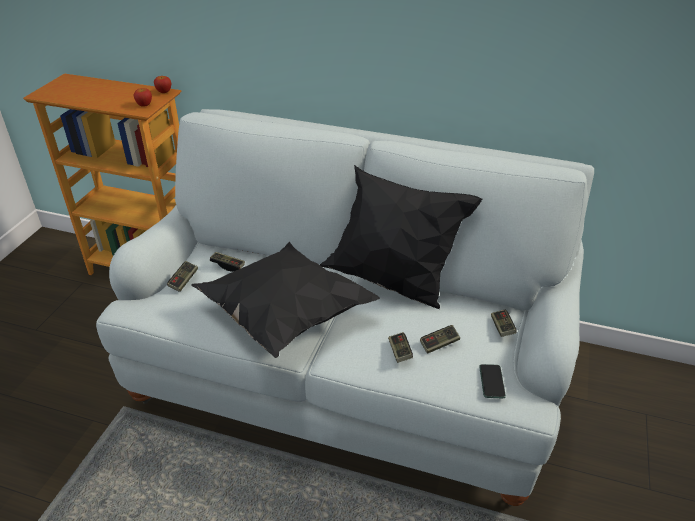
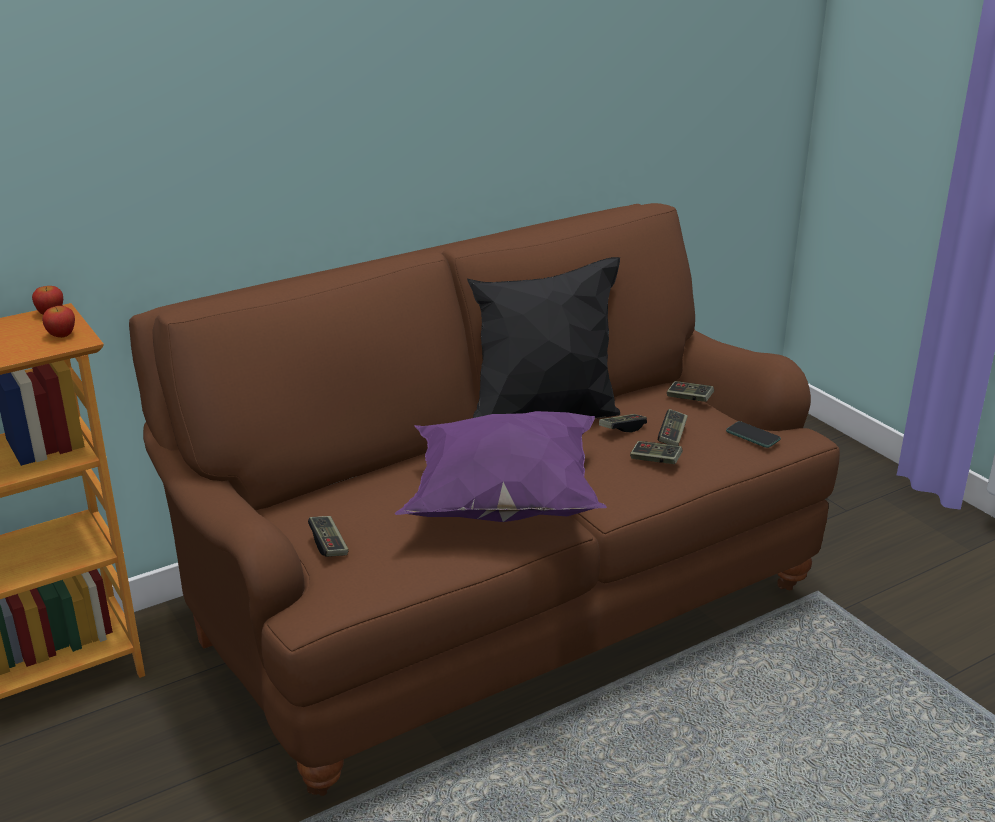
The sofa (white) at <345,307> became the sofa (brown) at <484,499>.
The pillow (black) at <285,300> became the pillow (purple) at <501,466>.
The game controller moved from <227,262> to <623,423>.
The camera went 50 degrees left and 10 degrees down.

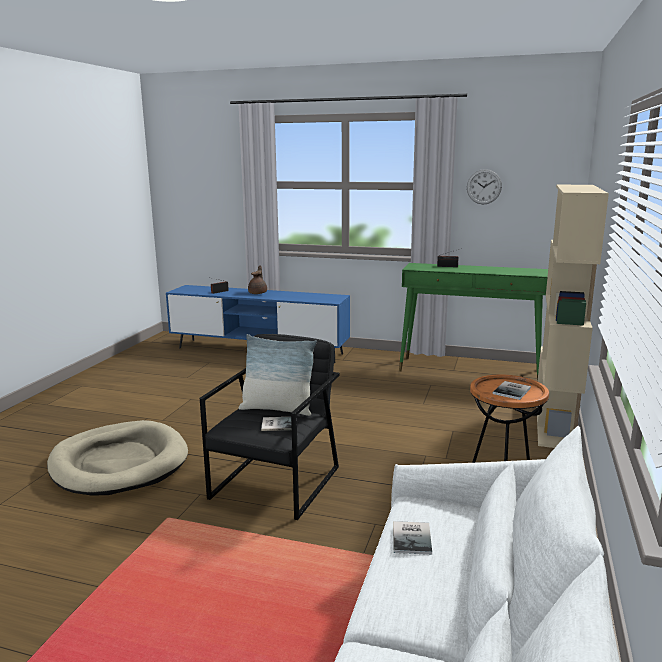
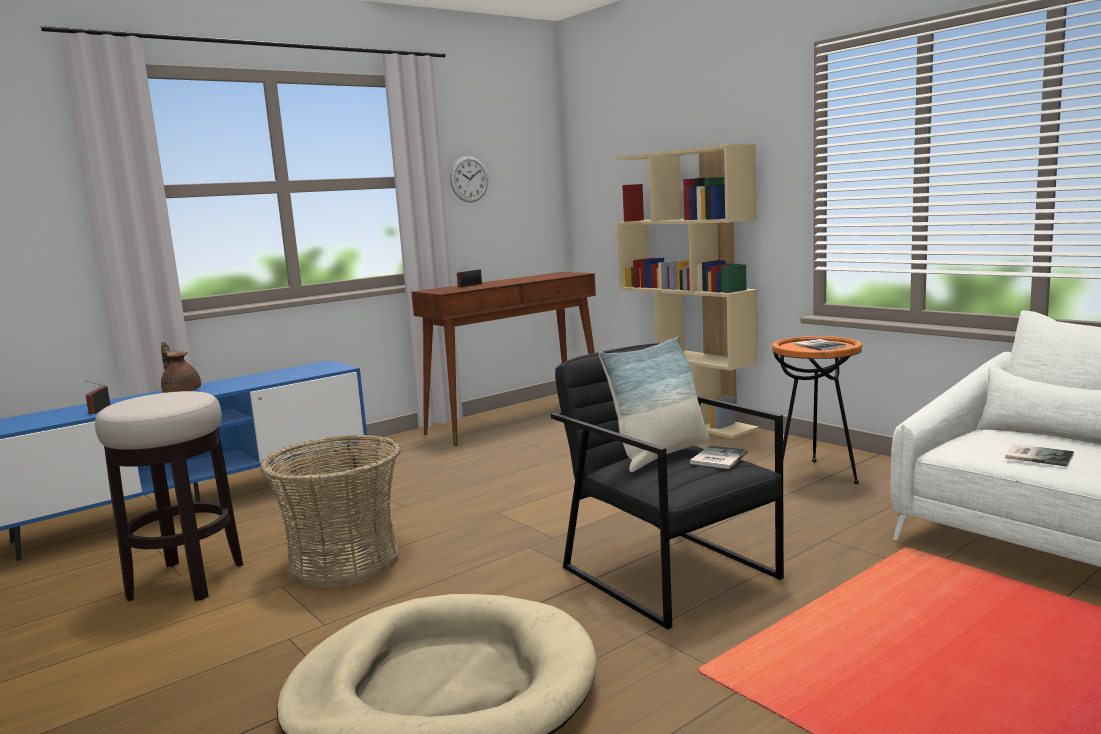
The console table (green) at <473,322> became the console table (brown) at <504,359>.
The stool at <169,496> appeared.
The basket at <330,511> appeared.
The camera went 55 degrees left and 5 degrees down.

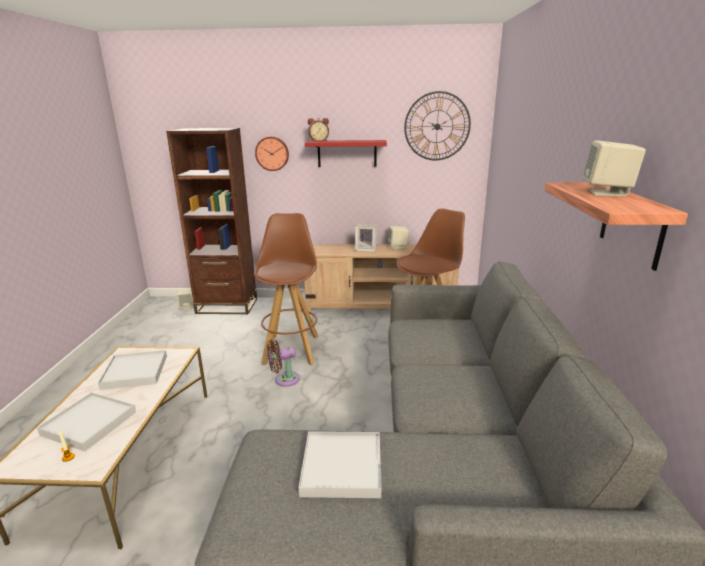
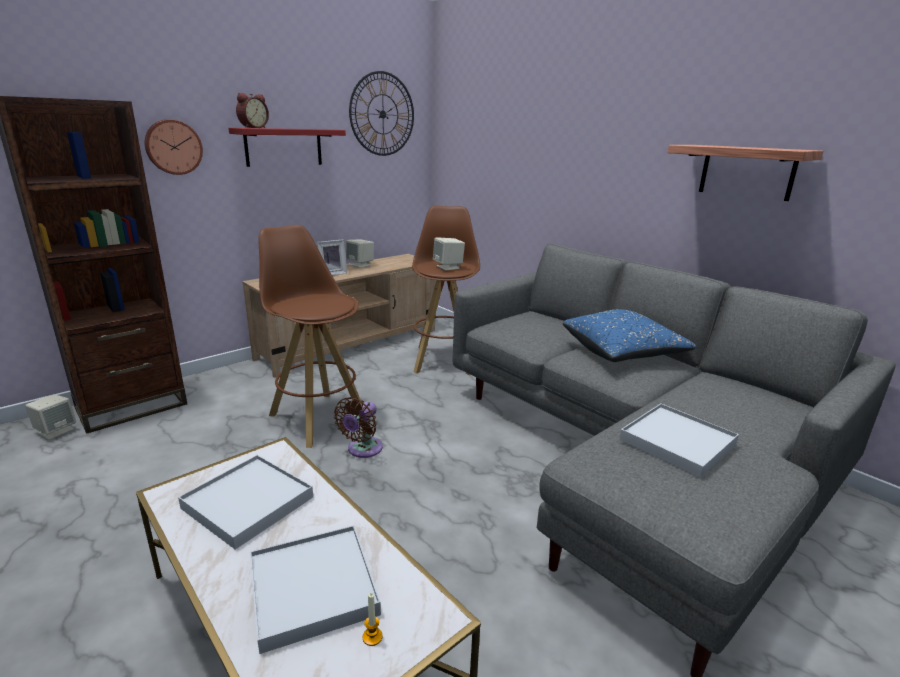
The speaker (beige) moved from <614,168> to <449,254>.
The pillow (blue) at <629,335> appeared.
The camera went 45 degrees left and 0 degrees up.

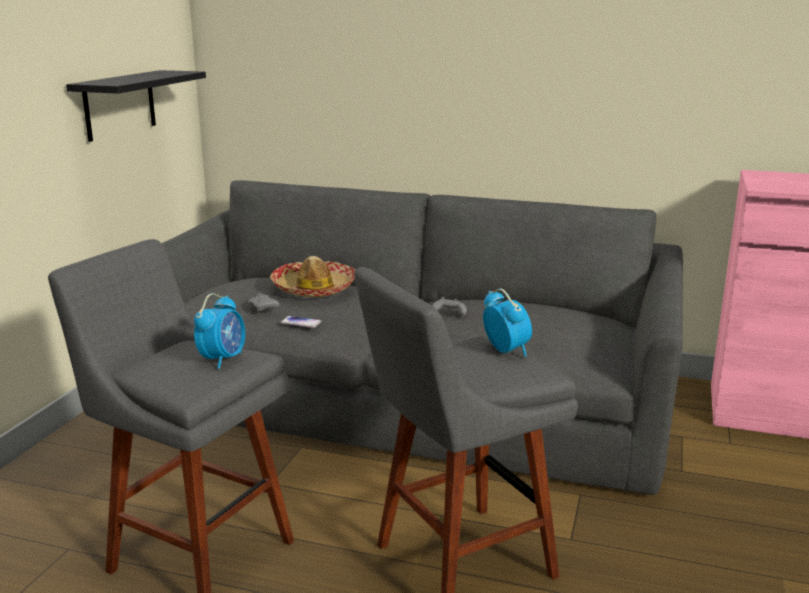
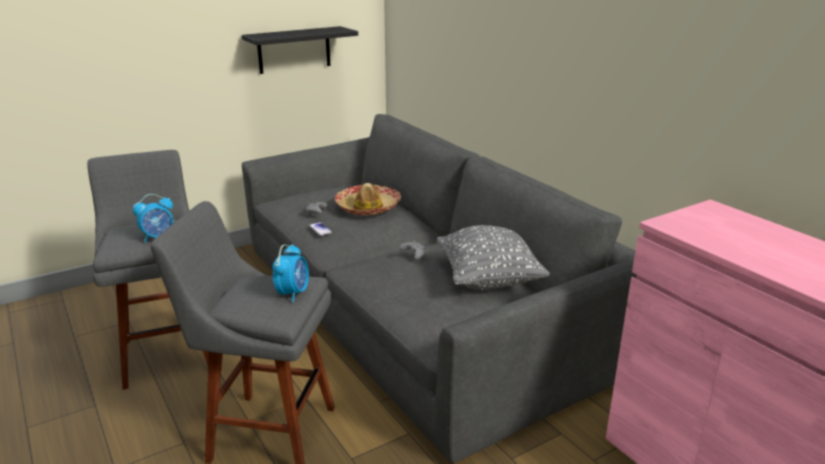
The pillow (grey) at <493,257> appeared.
The camera went 40 degrees right and 5 degrees up.

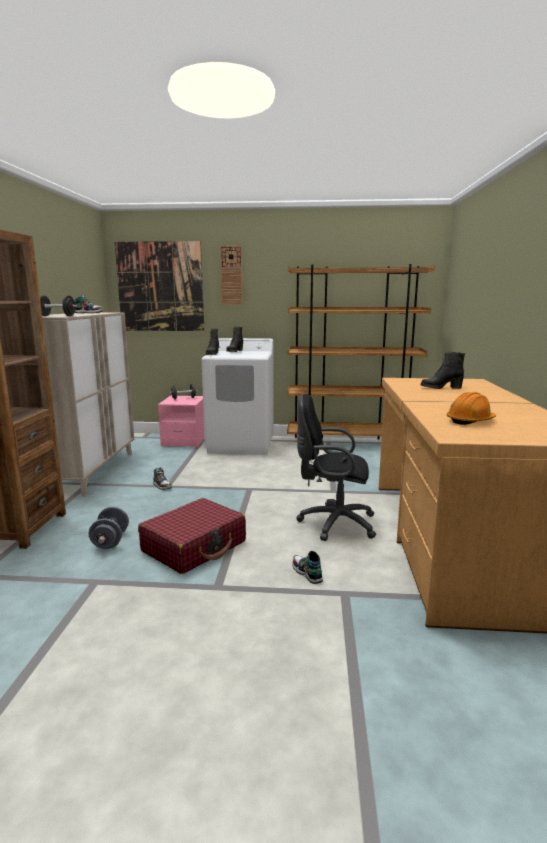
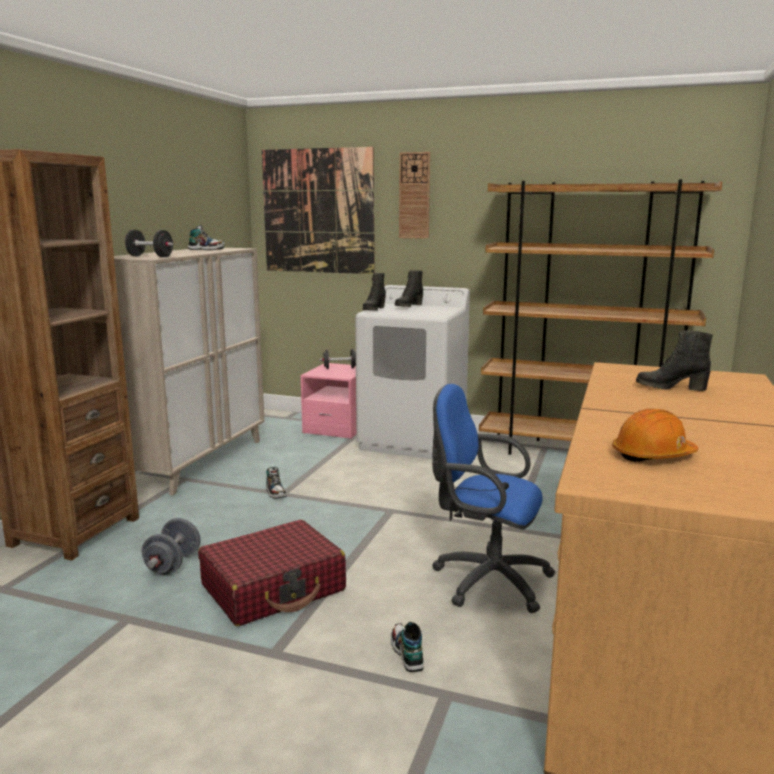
The office chair (black) at <336,467> became the office chair (blue) at <493,498>.
The camera went 15 degrees right and 0 degrees up.

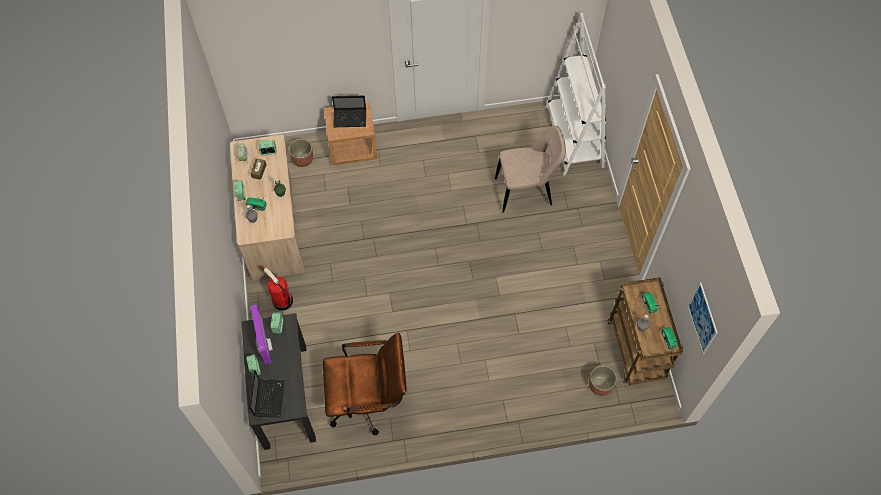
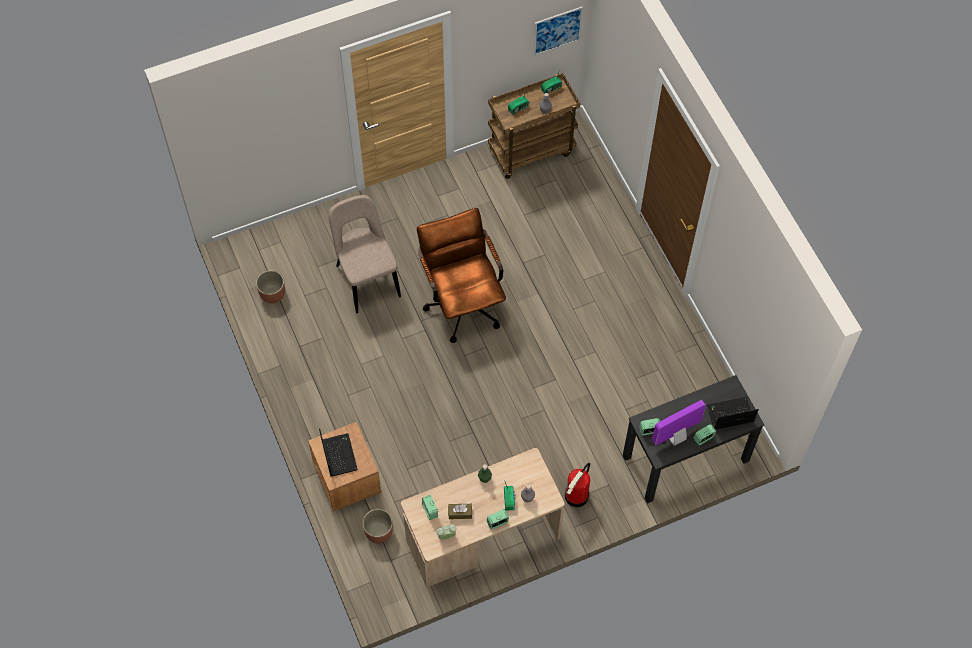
The bookcase (white) at <575,94> disappeared.
The office chair (brown) moved from <365,384> to <461,275>.
The planter moved from <603,380> to <270,287>.
The camera went 105 degrees left and 0 degrees up.

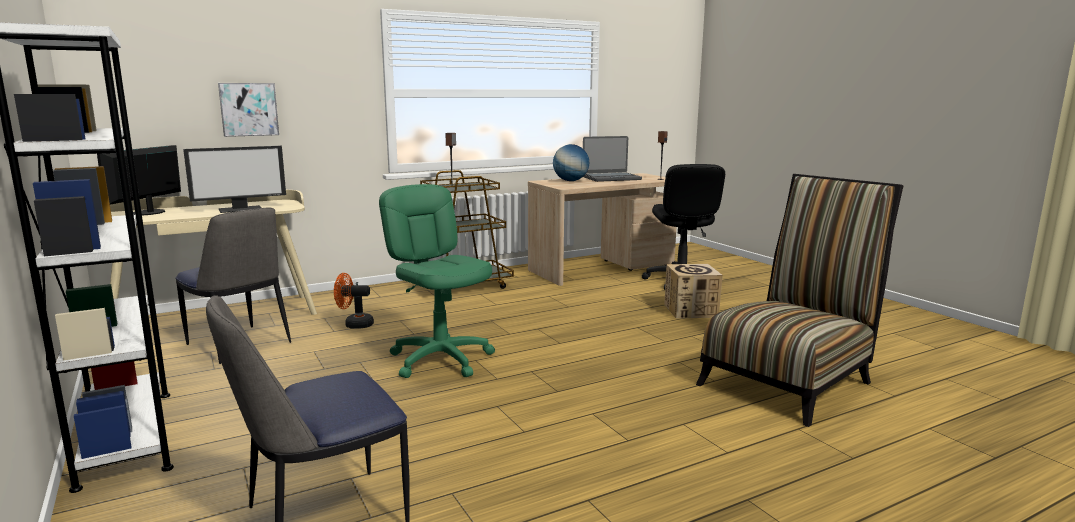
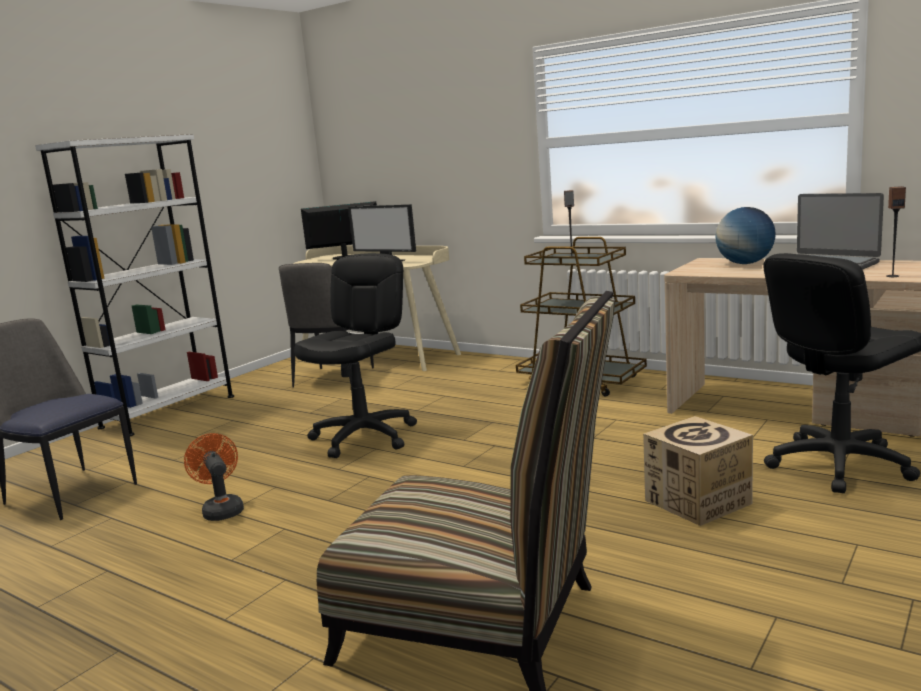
The picture at <248,110> disappeared.
The office chair (green) at <437,281> became the office chair (black) at <355,355>.
The fan (orange) moved from <354,301> to <214,477>.
The camera went 65 degrees right and 0 degrees up.

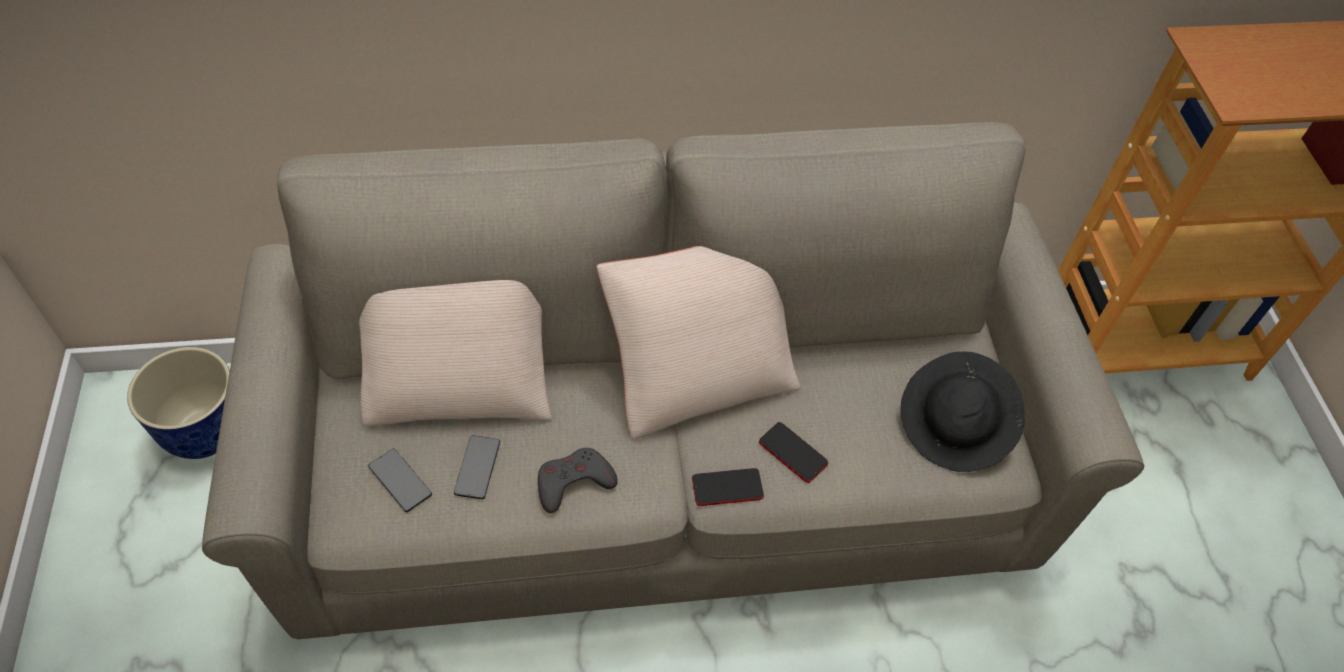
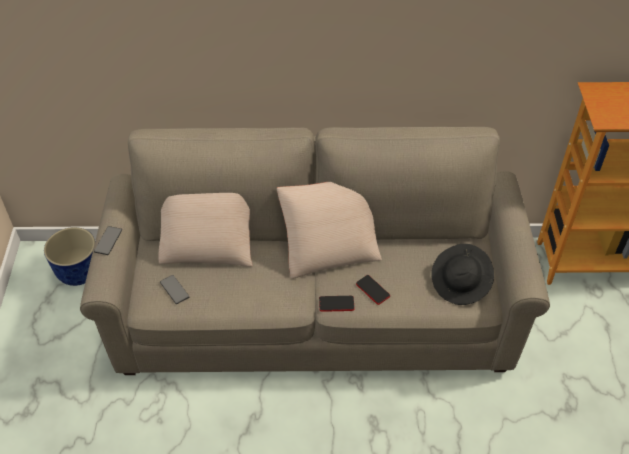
The phone moved from <477,467> to <108,240>.
The game controller (grey) at <578,480> disappeared.
The camera went 10 degrees right and 5 degrees down.

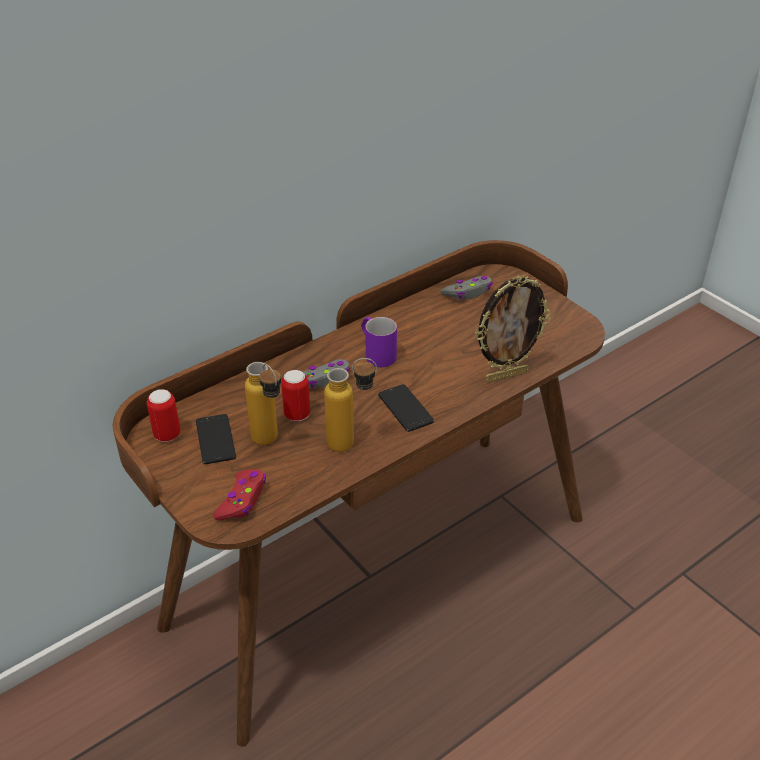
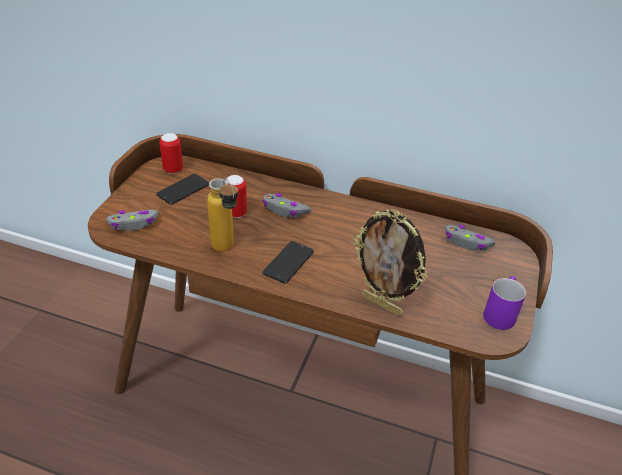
The mug (purple) moved from <379,342> to <504,303>.
The bottle at <263,403> disappeared.
The game controller (red) at <239,494> became the game controller (grey) at <132,220>.
The camera went 55 degrees right and 0 degrees up.

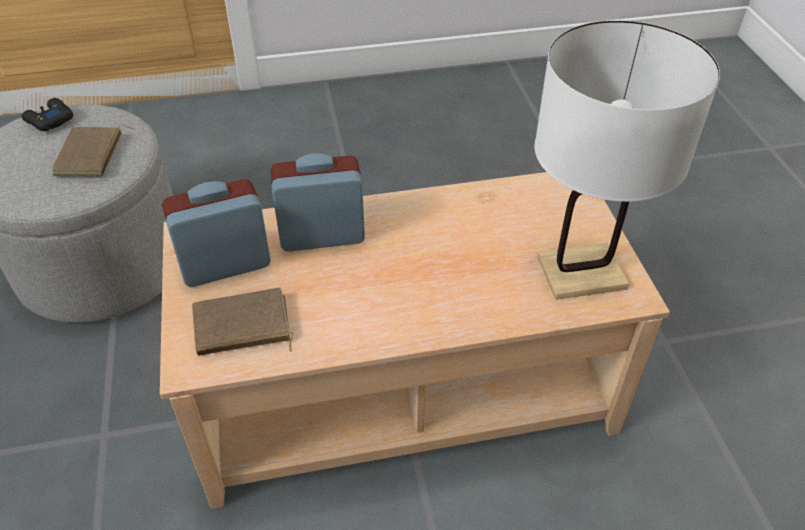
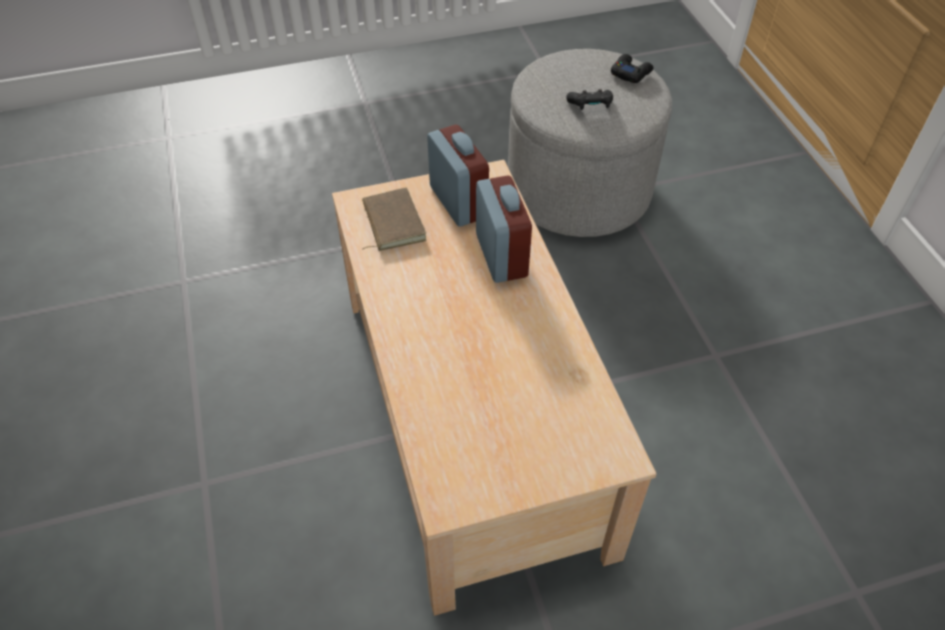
The table lamp (white) at <627,160> disappeared.
The book (brown) at <93,151> was replaced by the game controller (black) at <589,99>.
The camera went 85 degrees right and 5 degrees up.

